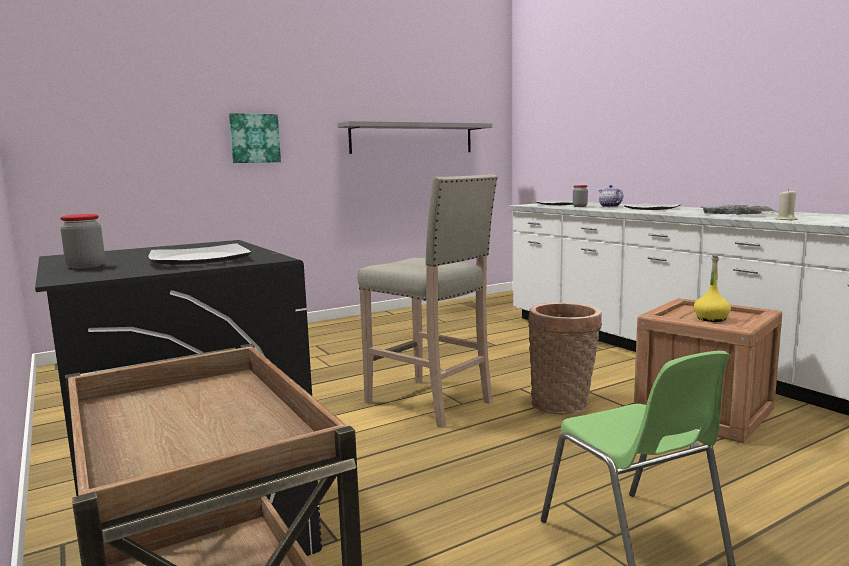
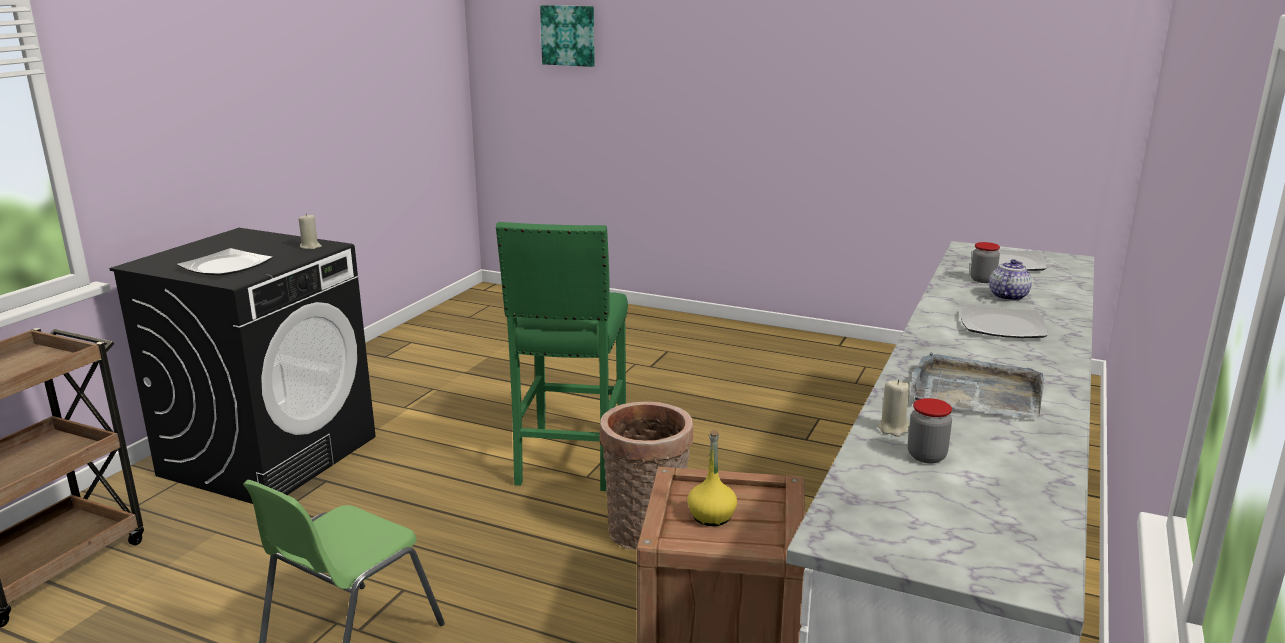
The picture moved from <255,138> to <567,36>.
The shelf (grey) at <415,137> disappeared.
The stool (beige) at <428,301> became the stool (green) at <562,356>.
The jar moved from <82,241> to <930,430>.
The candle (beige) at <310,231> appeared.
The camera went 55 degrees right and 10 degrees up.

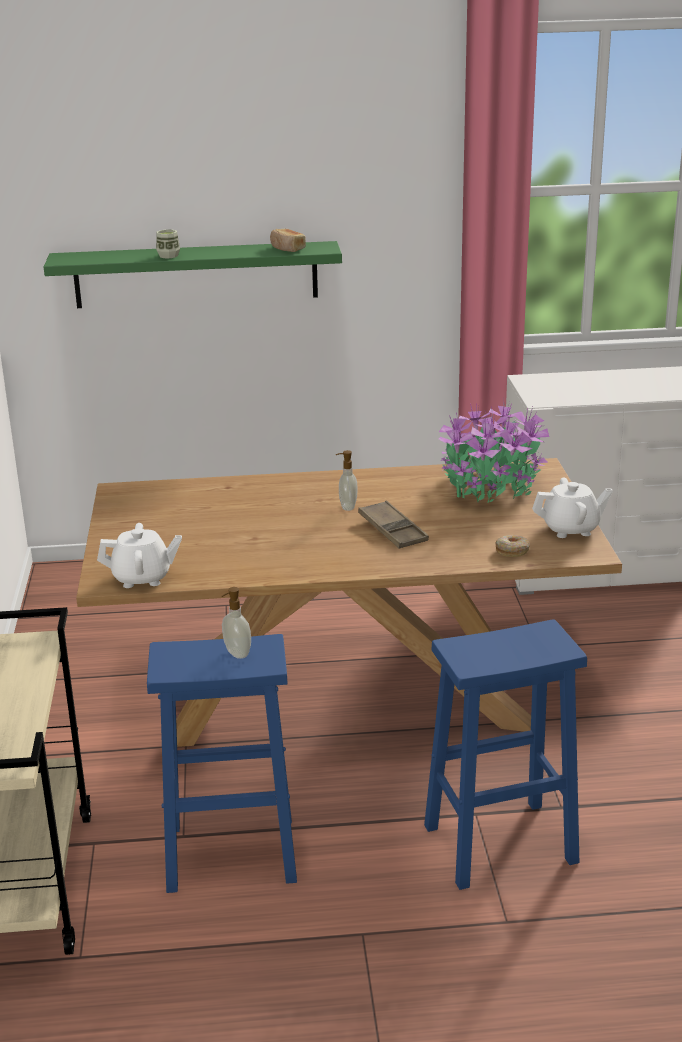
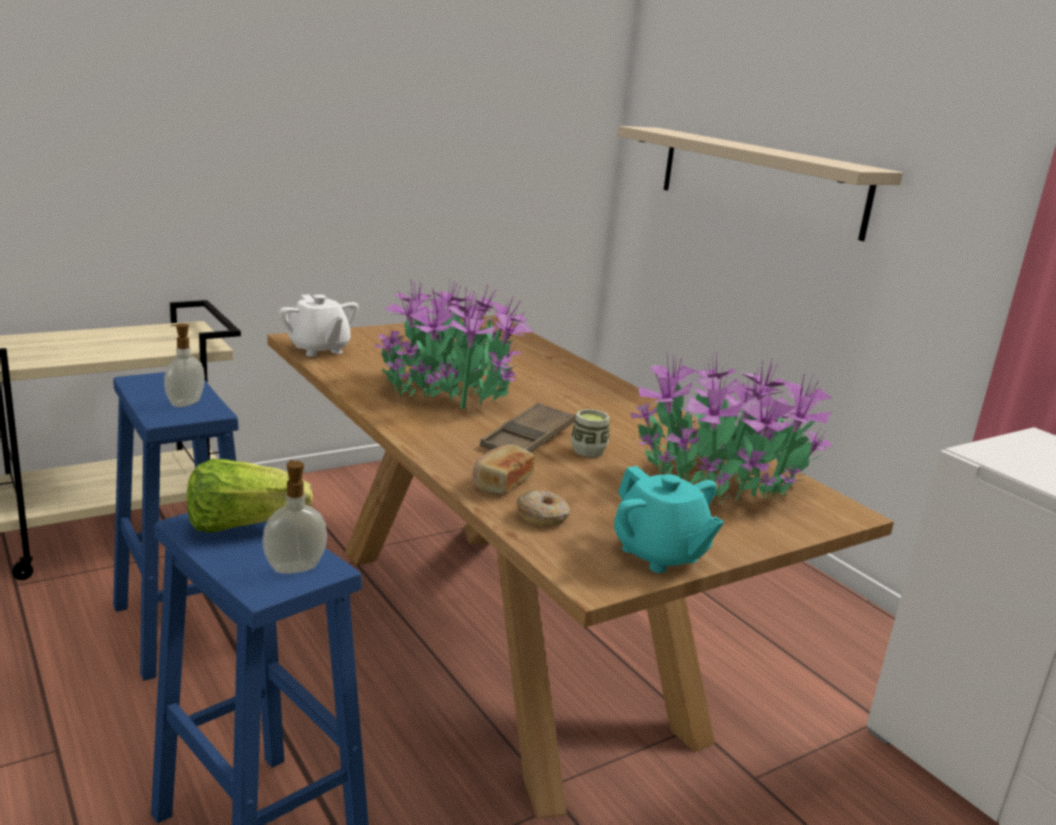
The cup moved from <168,243> to <590,433>.
The bread moved from <288,240> to <503,469>.
The shelf (green) at <193,274> became the shelf (beige) at <760,183>.
The soap dispenser moved from <346,480> to <294,517>.
The teapot (white) at <572,508> became the teapot (turquoise) at <669,519>.
The potted plant at <454,344> appeared.
The lettuce at <250,496> appeared.
The camera went 60 degrees right and 5 degrees down.

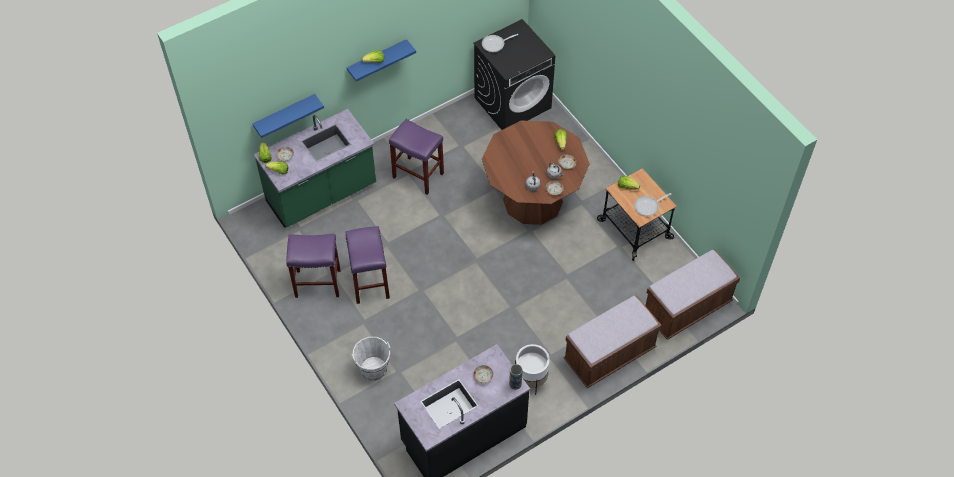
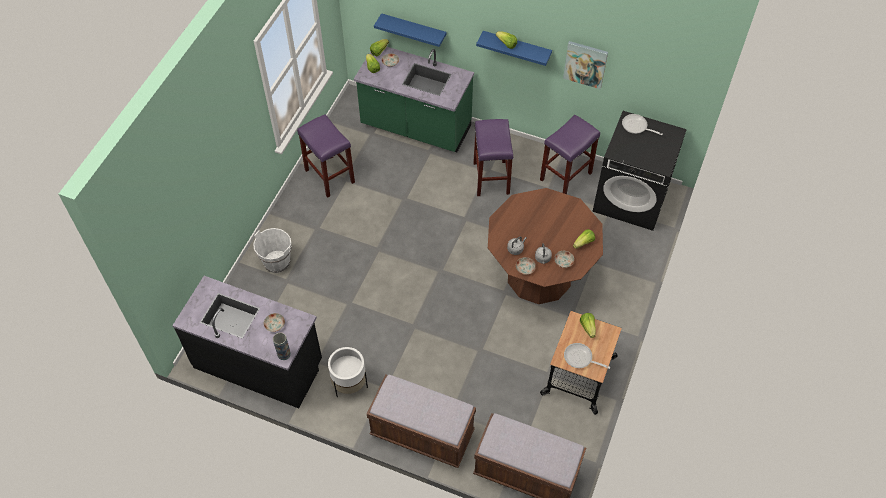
The stool (purple) moved from <368,265> to <570,154>.
The picture at <585,65> appeared.
The camera went 55 degrees right and 0 degrees up.

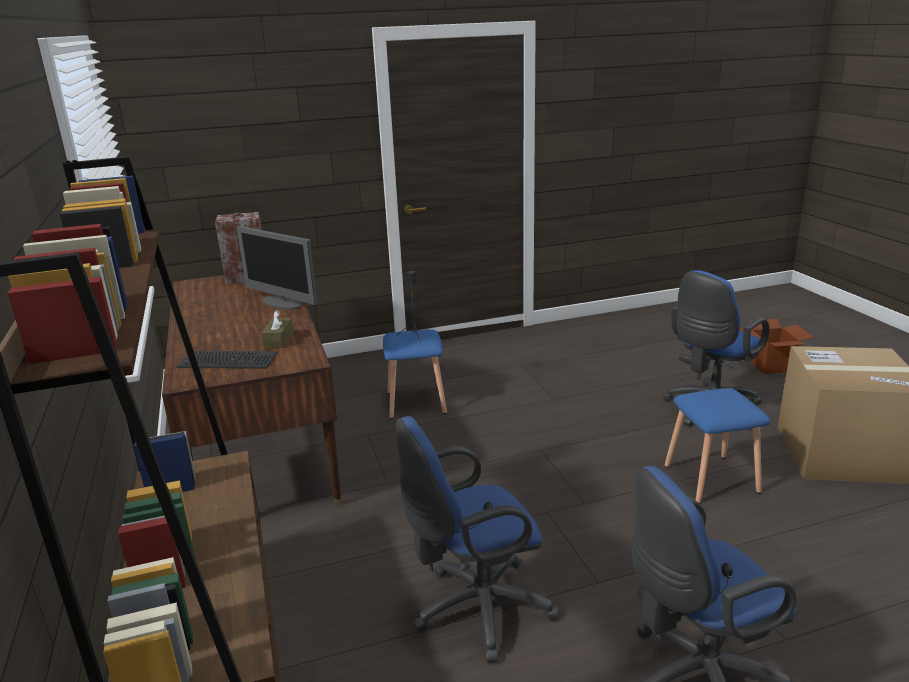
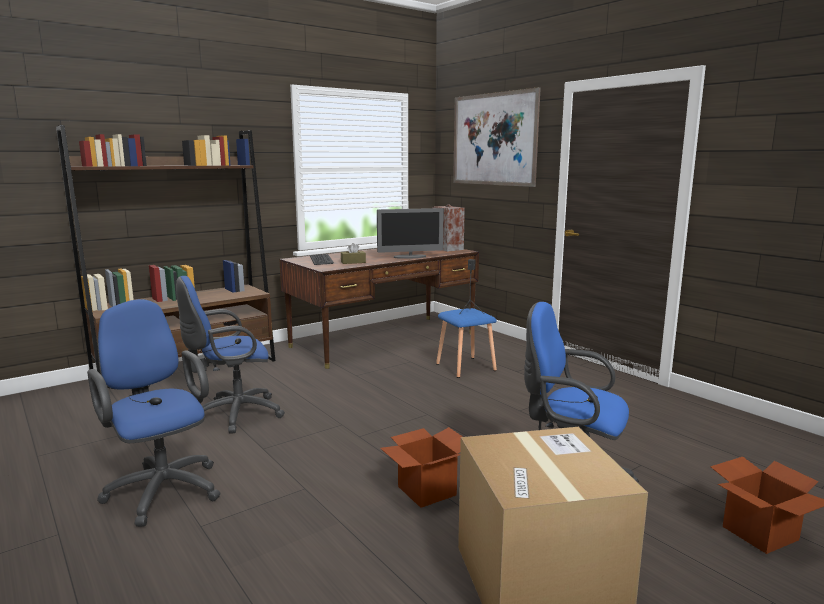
The monitor at <276,267> turned 120 degrees counterclockwise.
The stool (blue) at <718,446> was replaced by the cardboard box at <421,467>.
The office chair (blue) at <477,539> turned 75 degrees counterclockwise.
The picture at <497,137> appeared.
The camera went 70 degrees right and 10 degrees down.

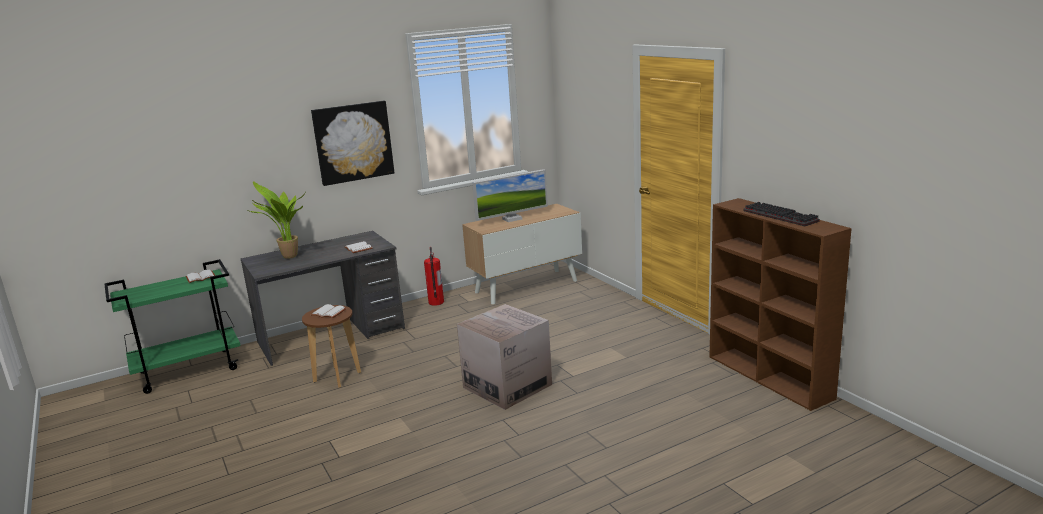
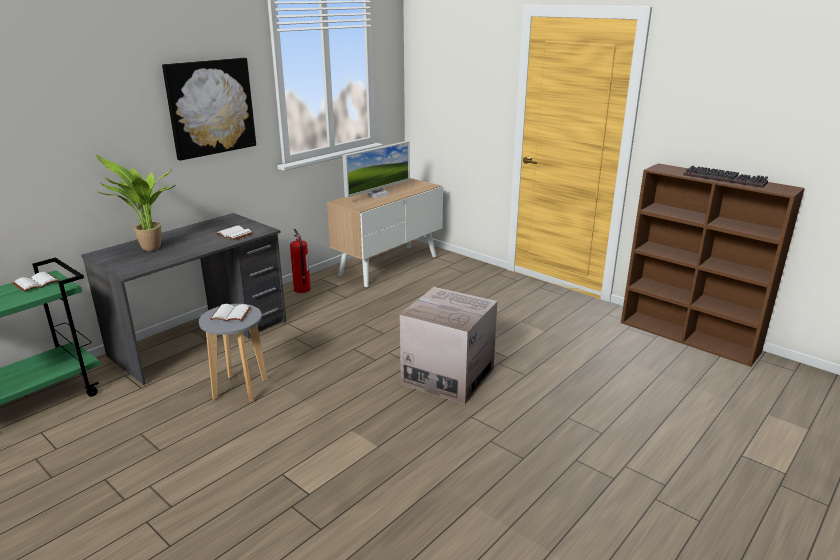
The stool (brown) at <331,346> became the stool (grey) at <233,353>.
The camera went 20 degrees left and 5 degrees up.

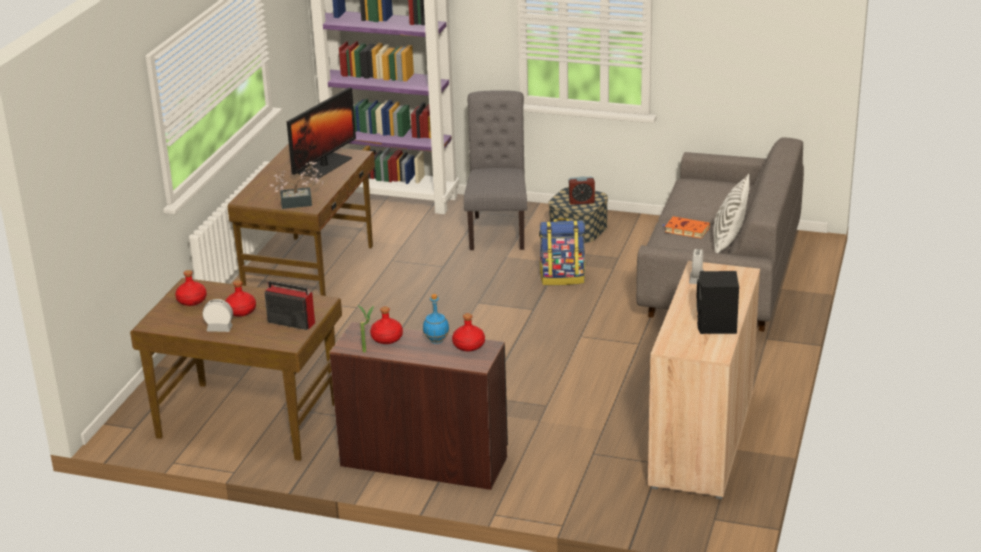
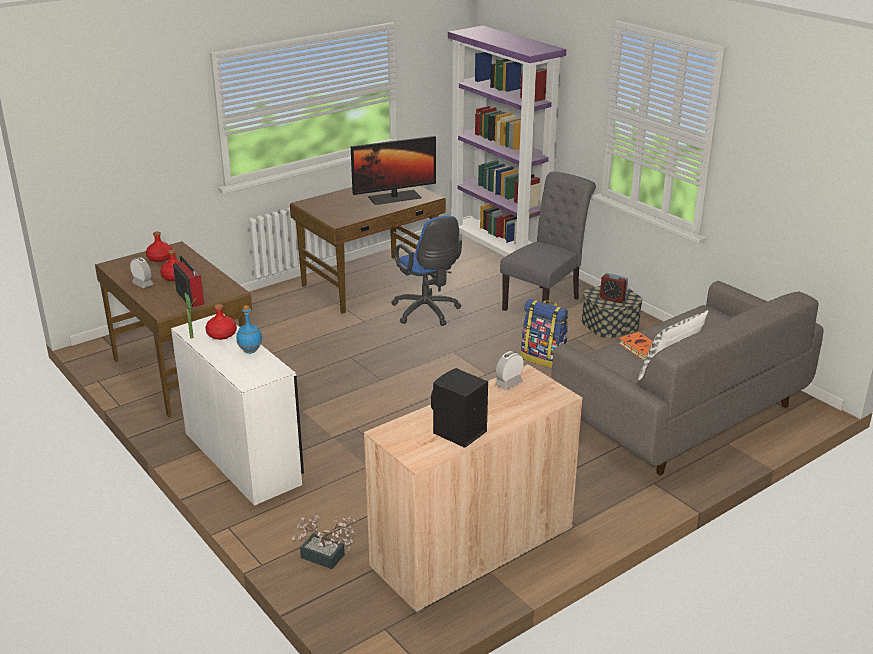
The potted plant moved from <297,185> to <323,542>.
The bottle (red) at <468,332> disappeared.
The desk (brown) at <419,406> became the desk (white) at <237,410>.
The office chair (blue) at <426,271> appeared.
The camera went 35 degrees right and 0 degrees up.

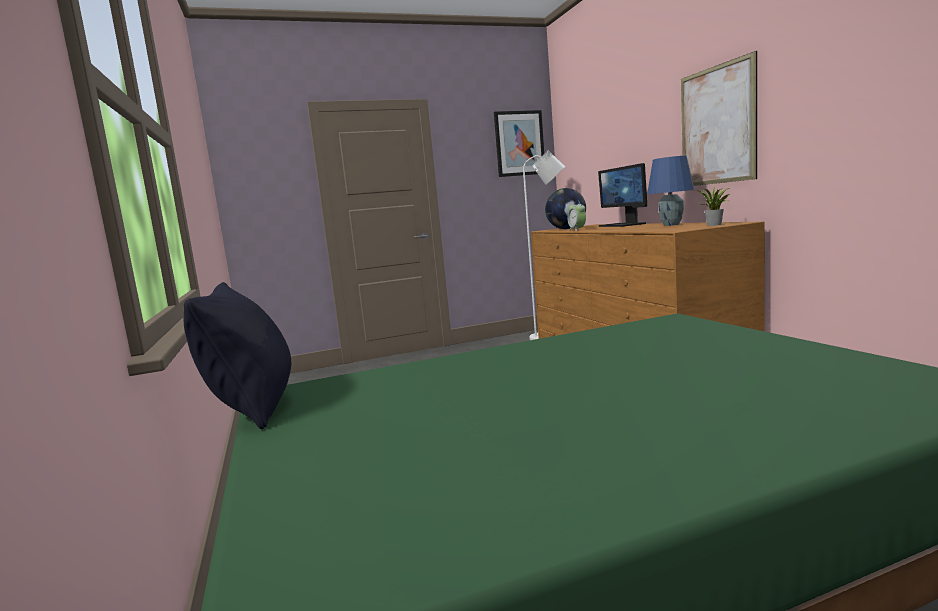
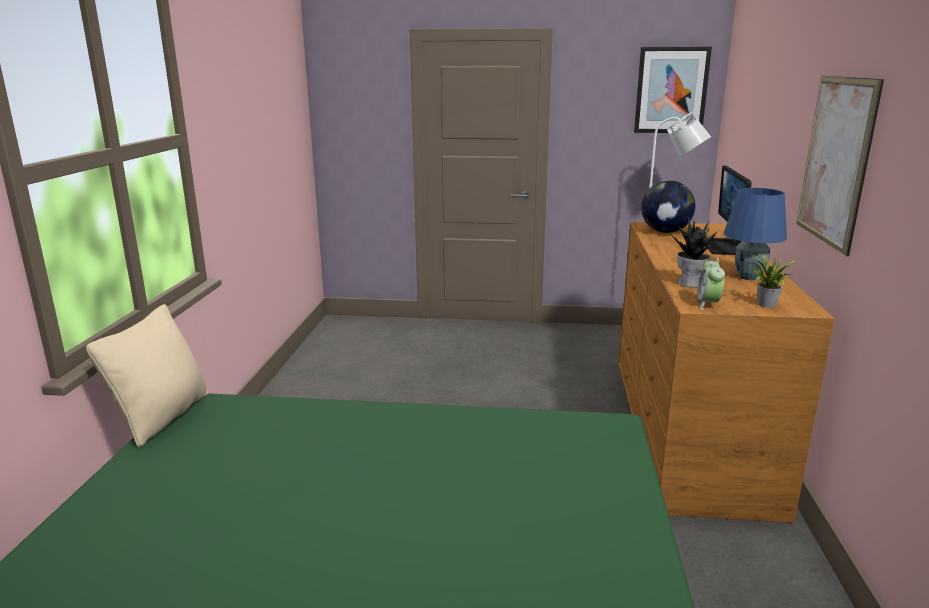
The alarm clock moved from <577,216> to <710,284>.
The pillow (black) at <237,355> became the pillow (beige) at <147,375>.
The potted plant at <694,251> appeared.
The camera went 25 degrees right and 10 degrees up.

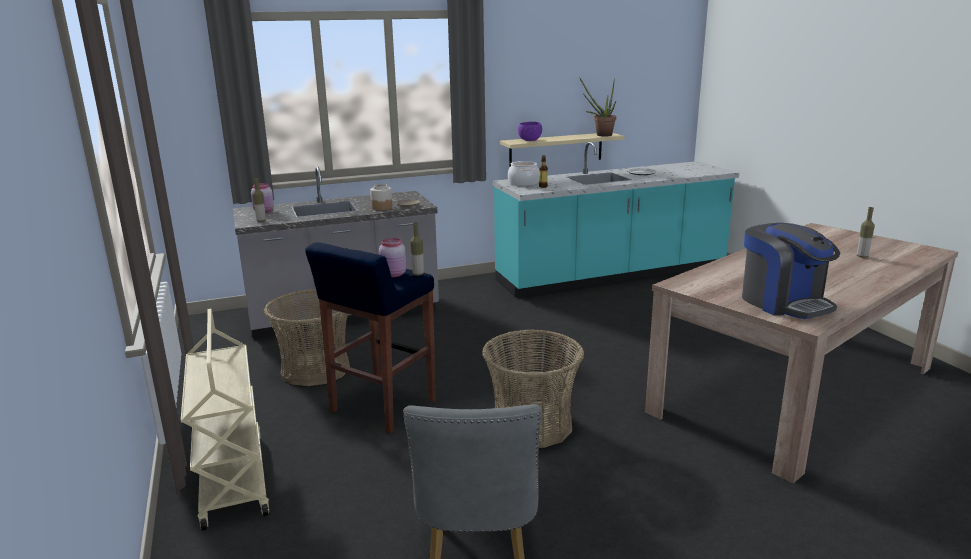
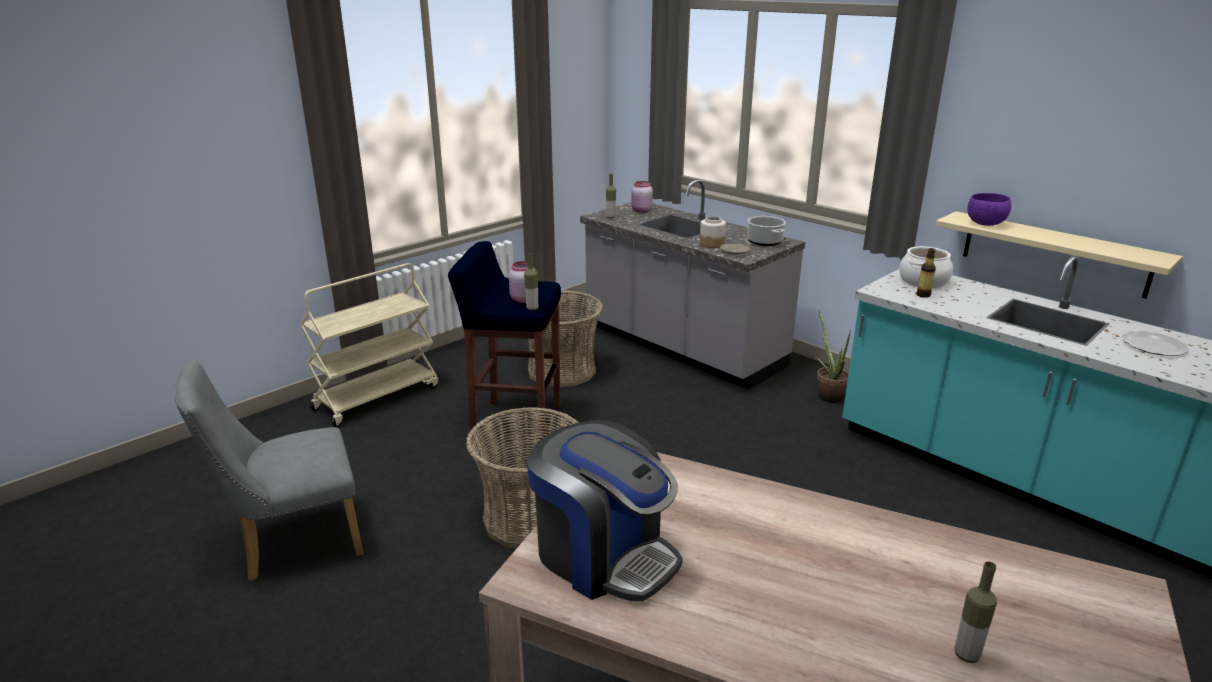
The potted plant moved from <597,107> to <833,356>.
The coffee machine at <791,271> turned 90 degrees counterclockwise.
The cooking pot at <766,231> appeared.
The camera went 65 degrees right and 5 degrees up.

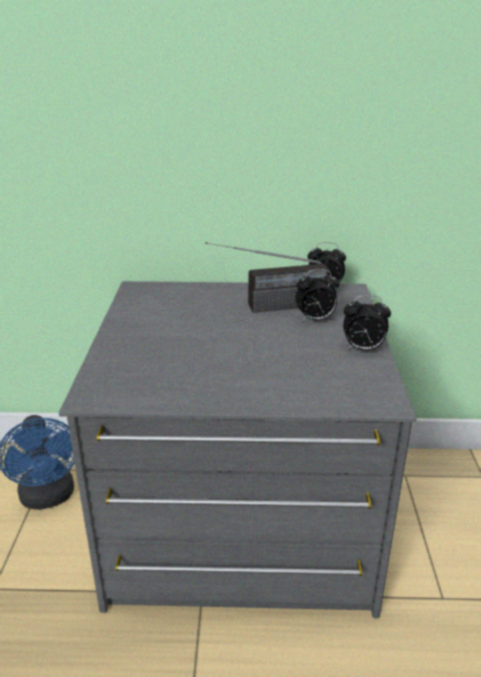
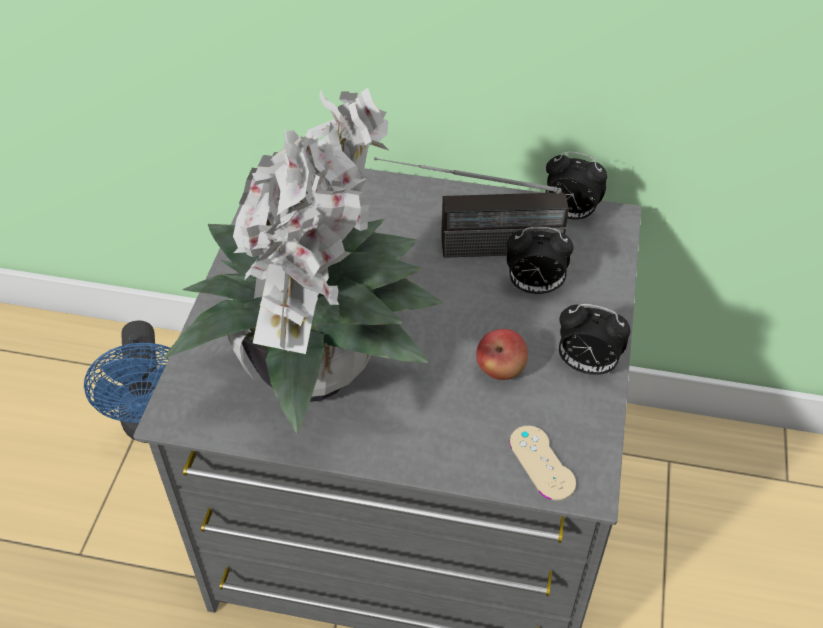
The potted plant at <303,260> appeared.
The apple at <502,354> appeared.
The game controller (beige) at <543,463> appeared.
The camera went 10 degrees right and 20 degrees up.

